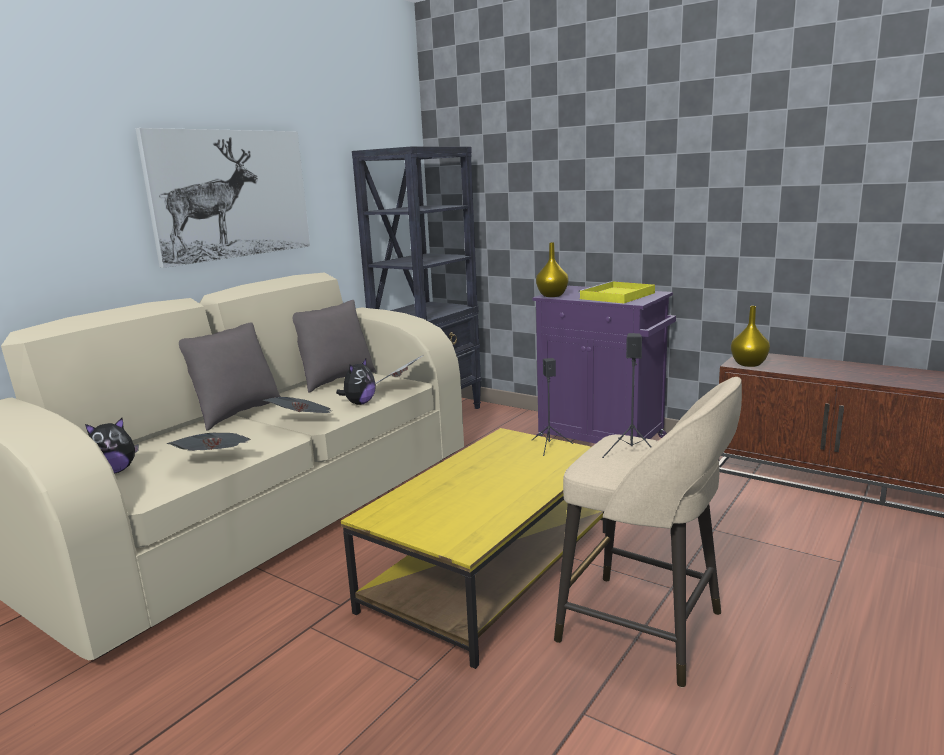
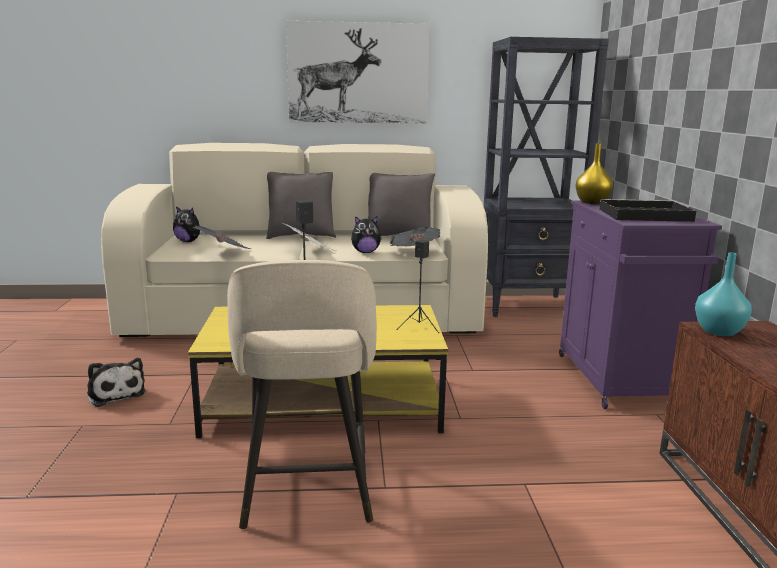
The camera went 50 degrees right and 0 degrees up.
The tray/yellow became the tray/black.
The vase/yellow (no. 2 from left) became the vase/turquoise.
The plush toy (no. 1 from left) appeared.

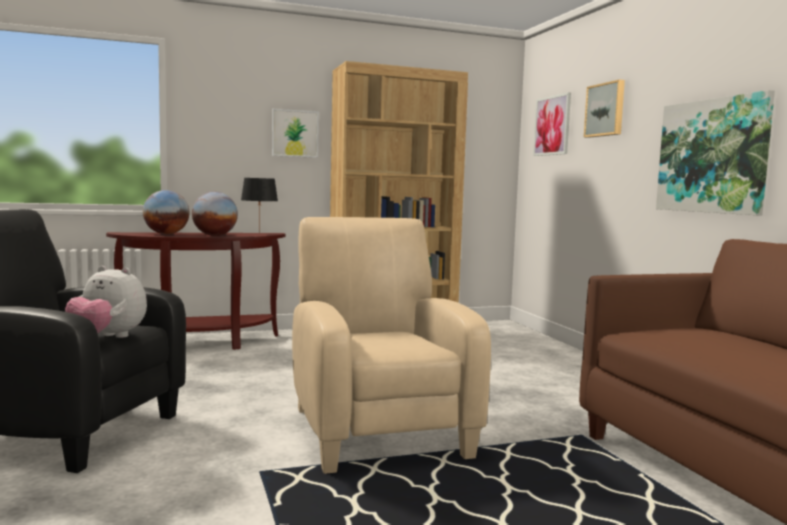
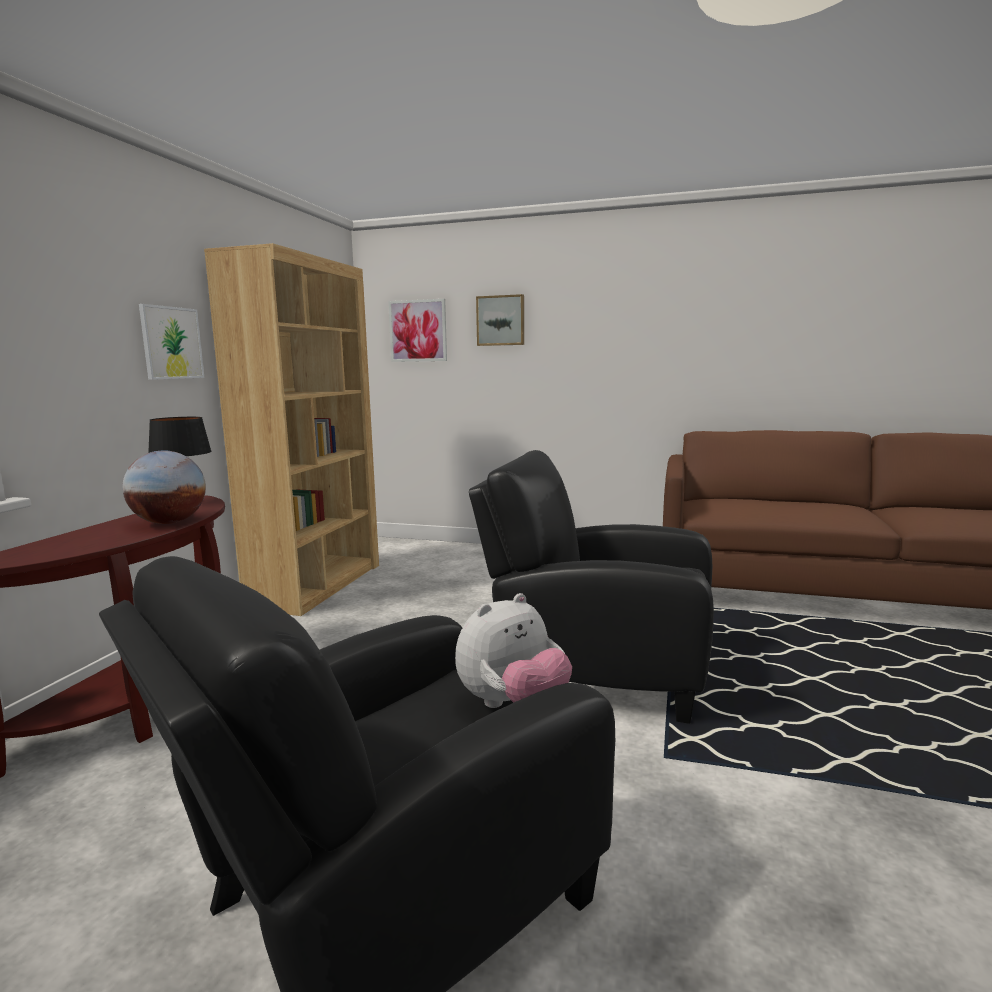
The camera went 55 degrees left and 5 degrees up.
The picture (no. 4 from left) disappeared.
The globe (no. 1 from left) disappeared.
The armchair/beige became the armchair/black (no. 2 from left).

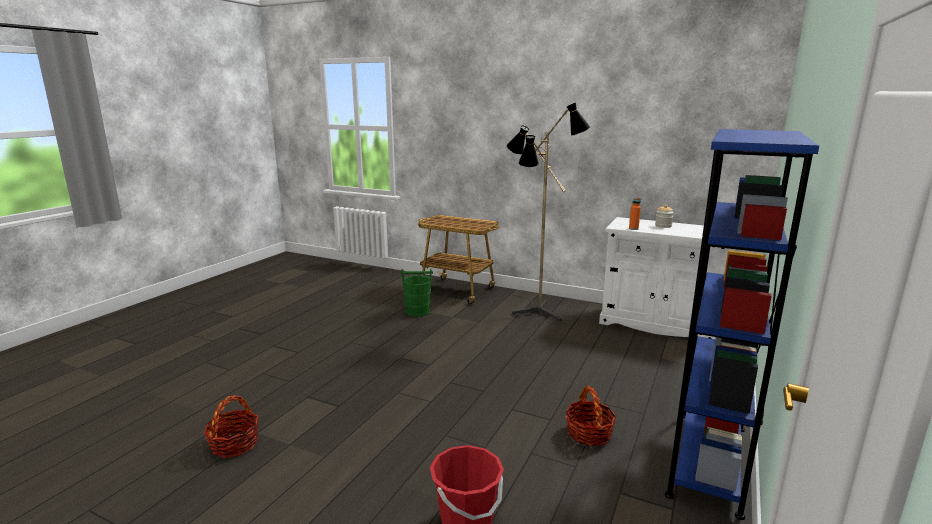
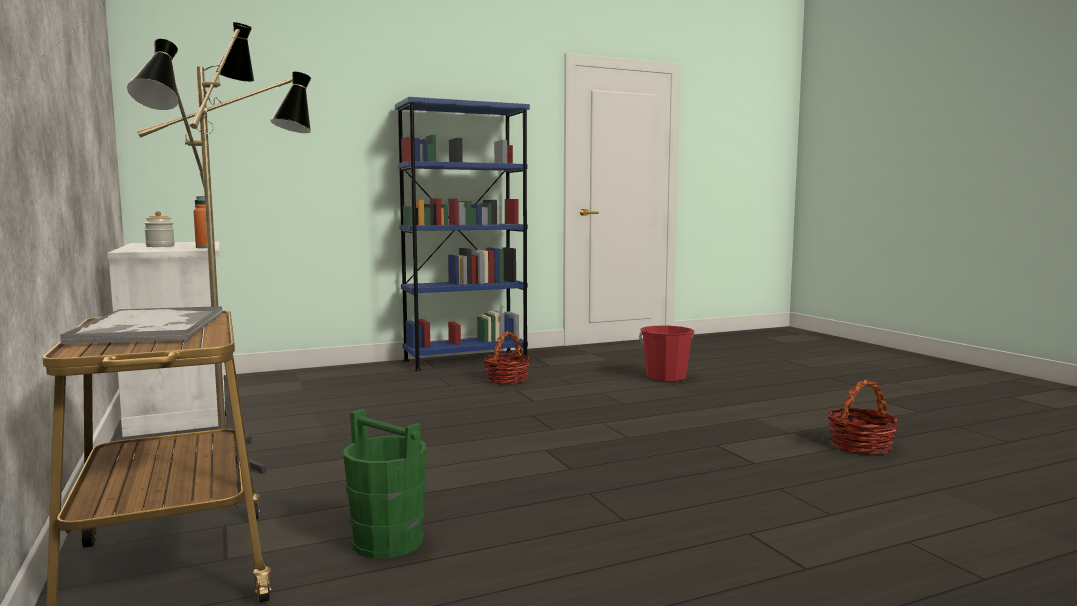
The camera went 140 degrees left and 10 degrees down.
The tray appeared.

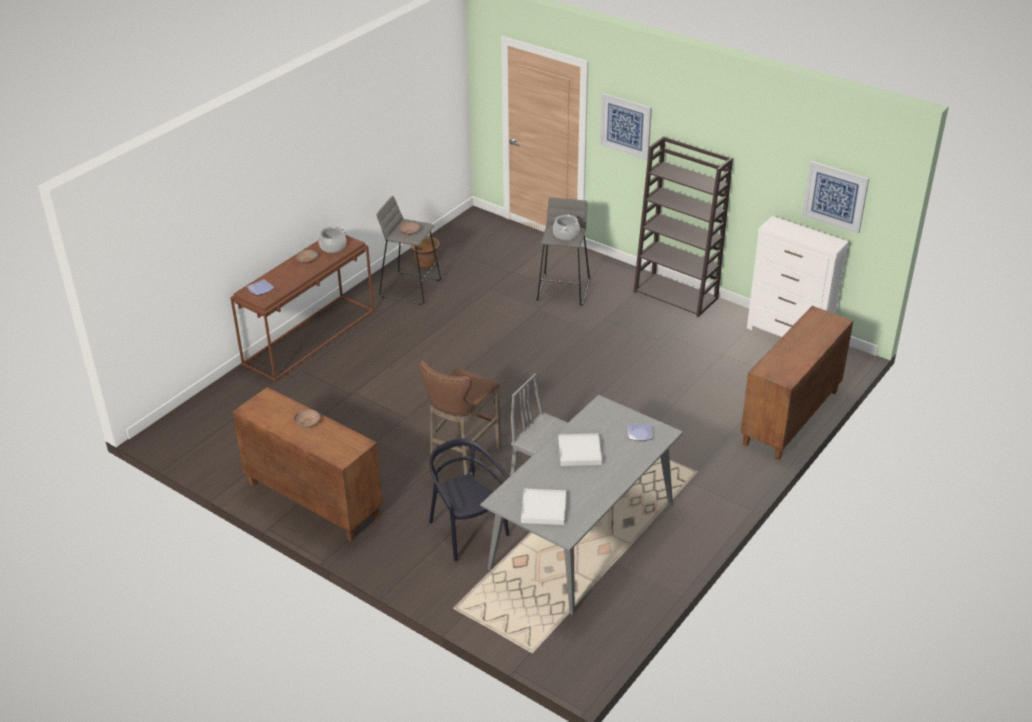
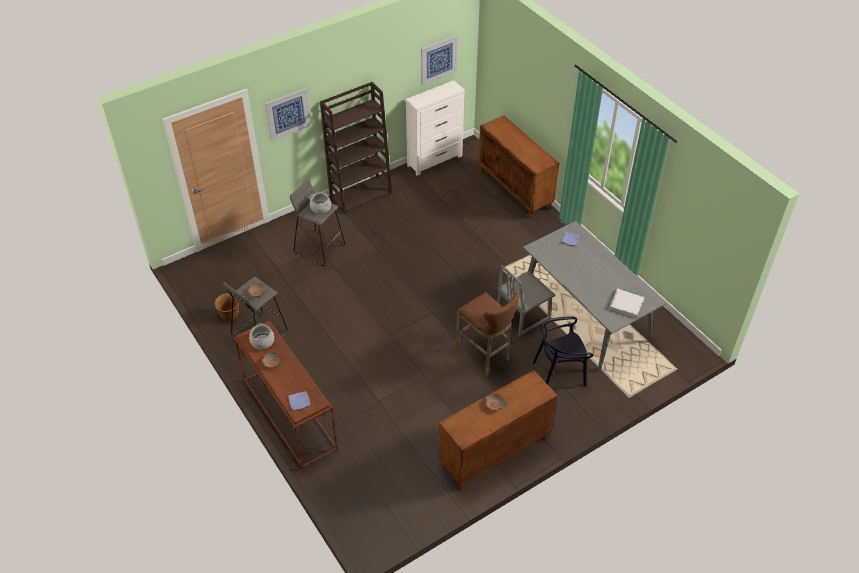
The camera went 70 degrees left and 10 degrees up.
The tray/white (no. 2 from left) disappeared.

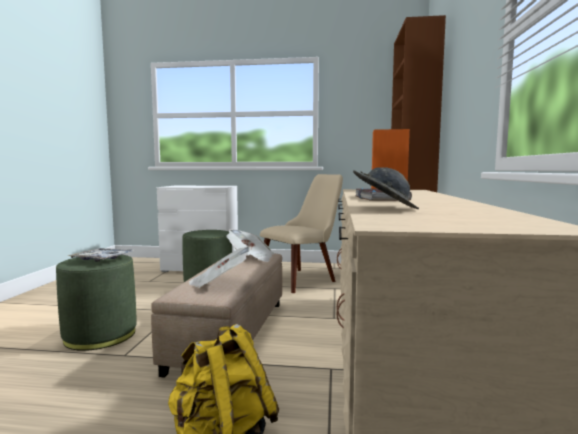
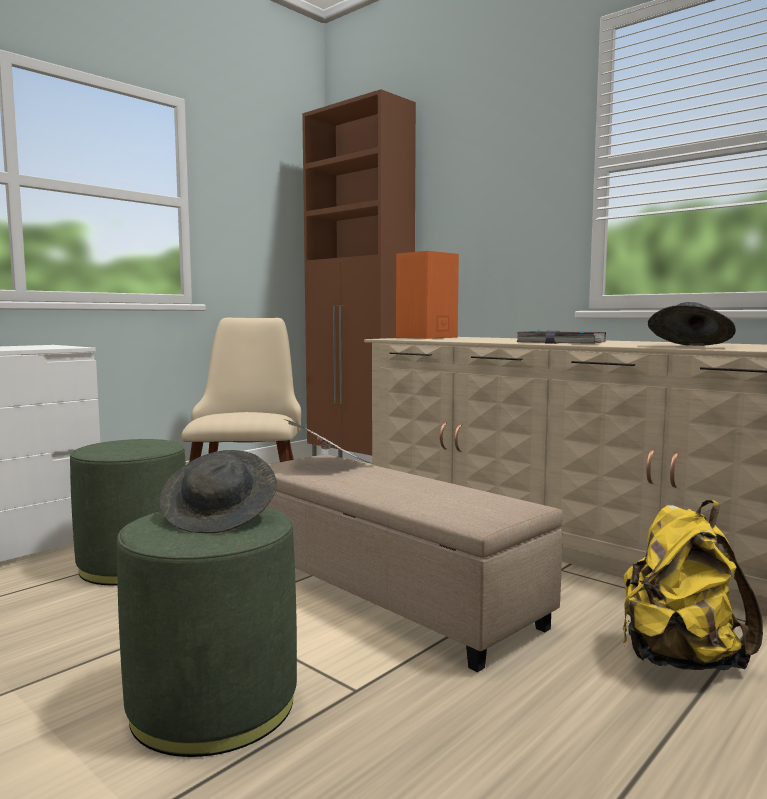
The camera went 55 degrees left and 0 degrees up.
The newspaper (no. 1 from left) disappeared.
The tray was replaced by the hat/grey (no. 1 from left).

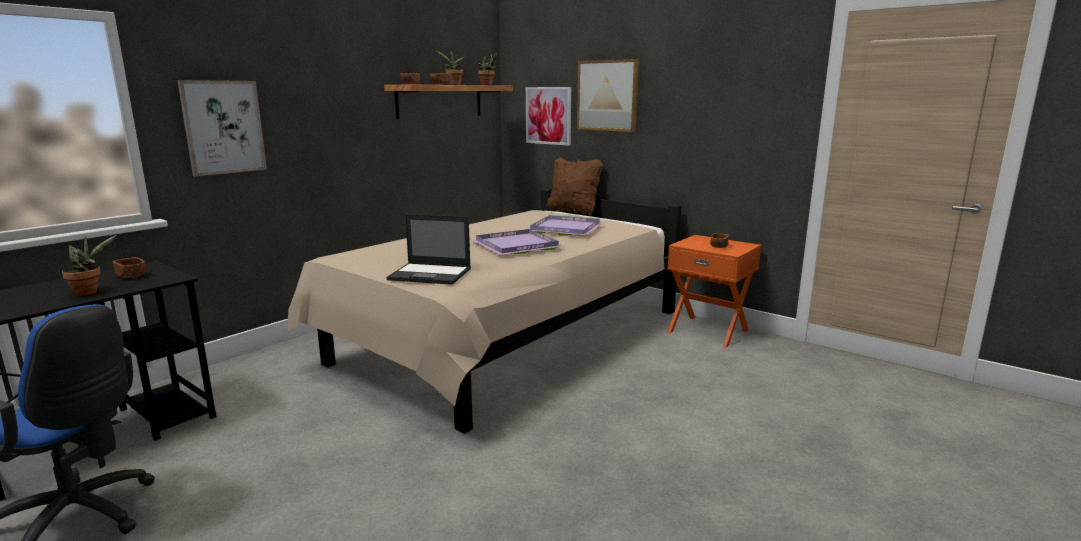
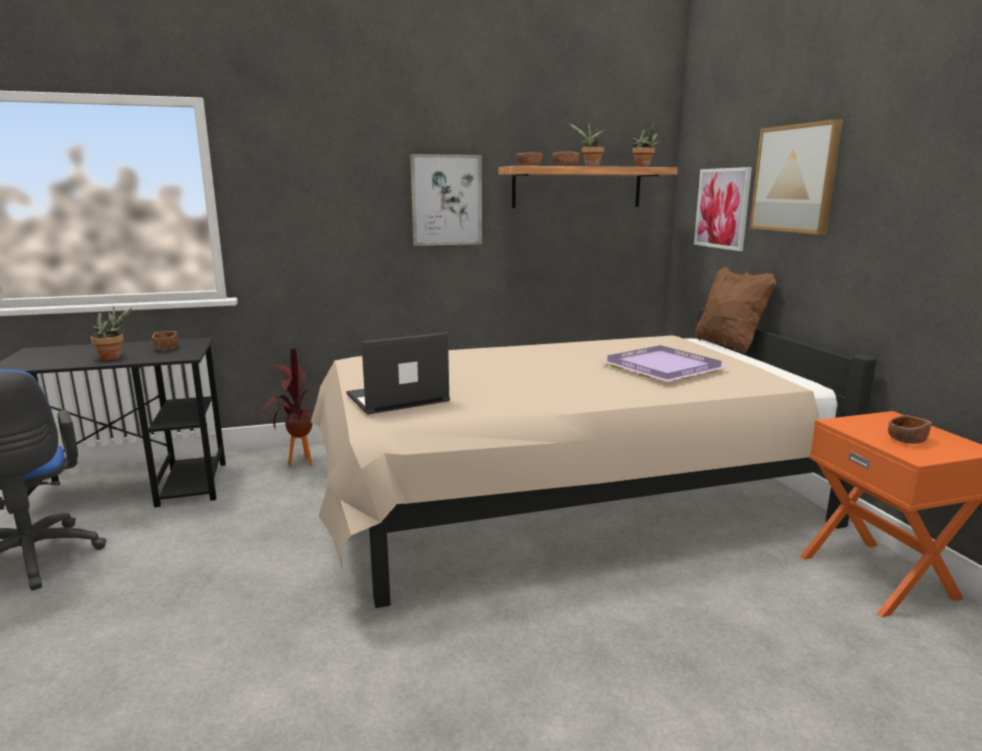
The camera went 35 degrees right and 0 degrees up.
The picture (no. 1 from left) moved.
The laptop turned 105 degrees clockwise.
The tray/purple (no. 1 from left) disappeared.
The potted plant (no. 2 from left) appeared.

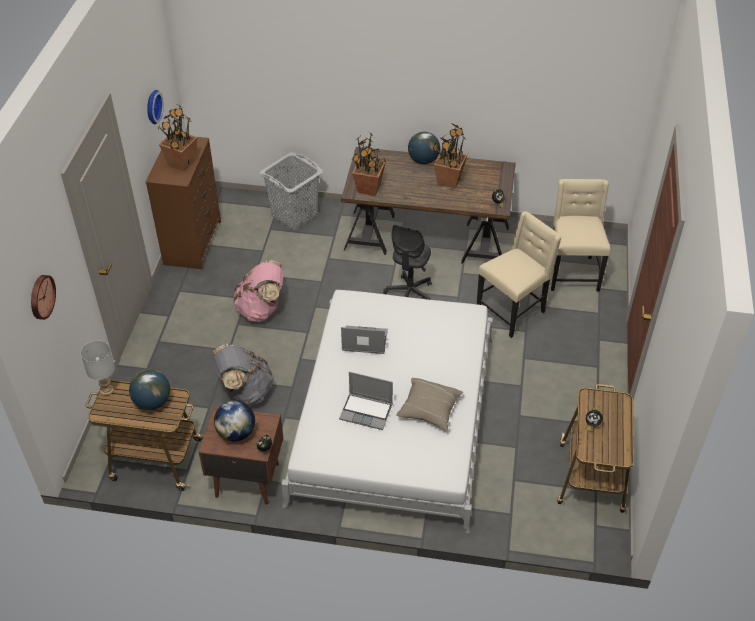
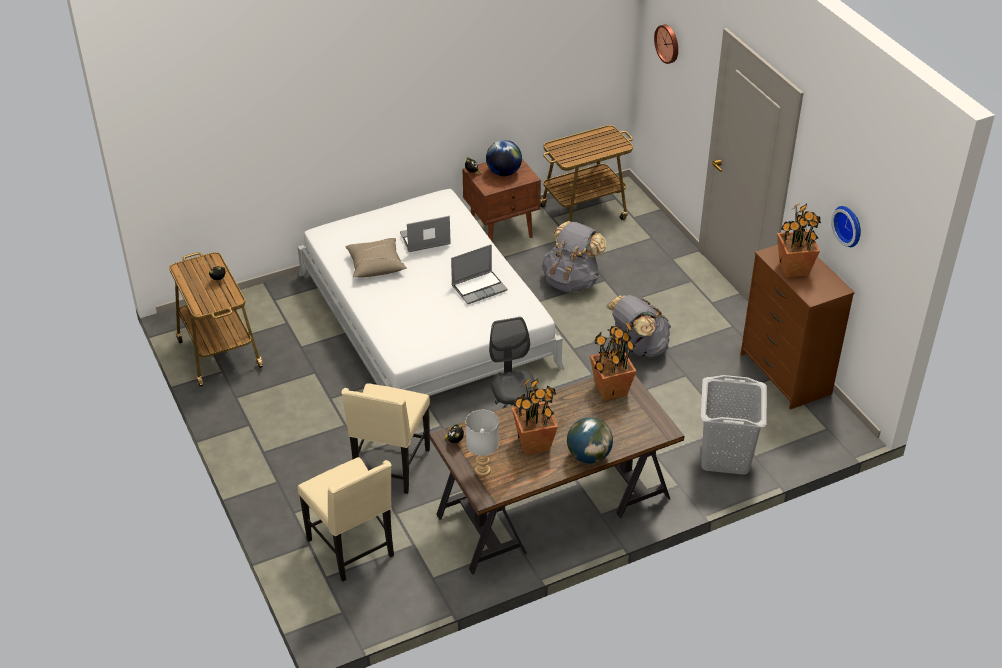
The camera went 145 degrees right and 5 degrees down.
The backpack/pink became the backpack/grey (no. 2 from left).
The table lamp/grey moved.
The globe (no. 1 from left) disappeared.

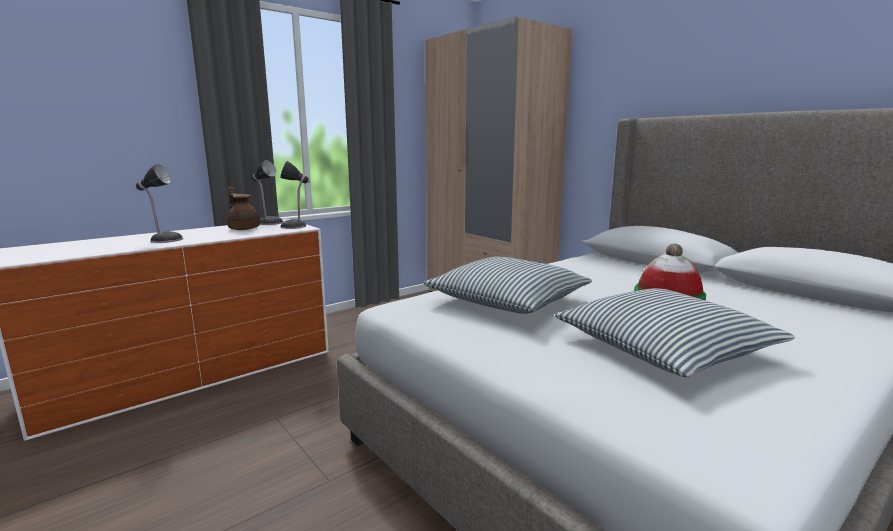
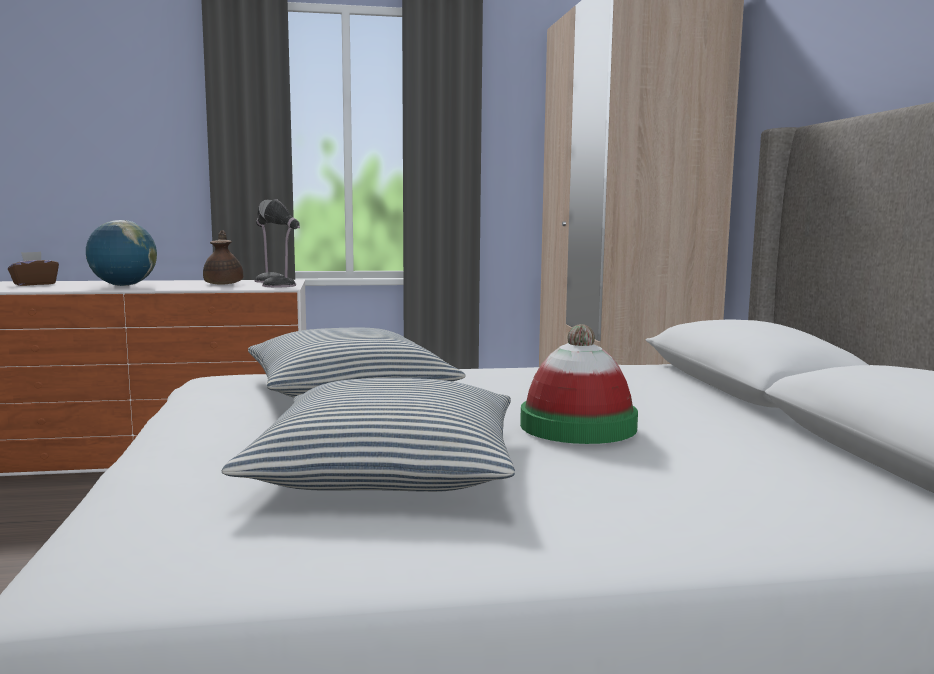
The camera went 30 degrees right and 5 degrees down.
The table lamp (no. 1 from left) was replaced by the globe.
The tissue box/brown appeared.

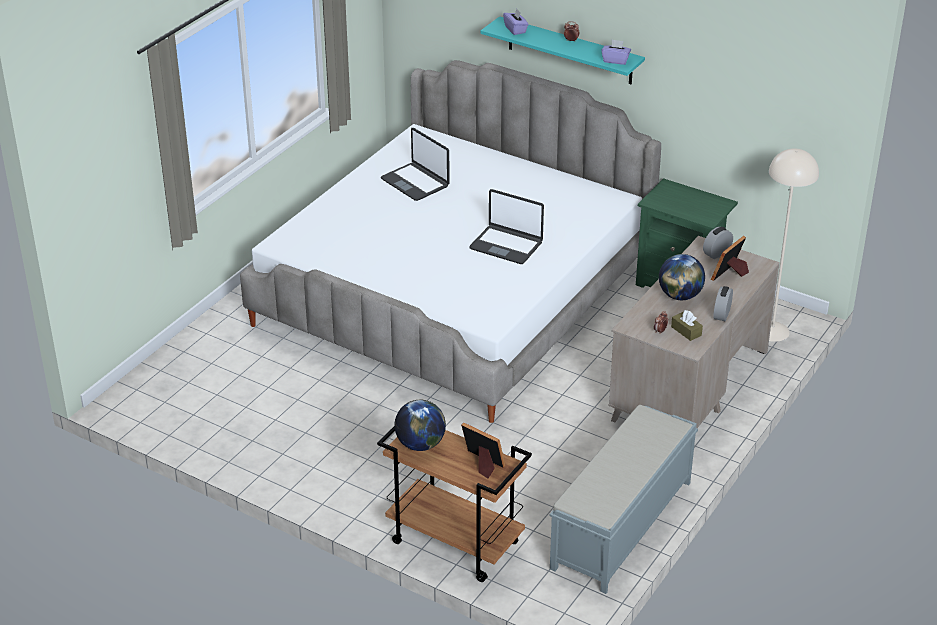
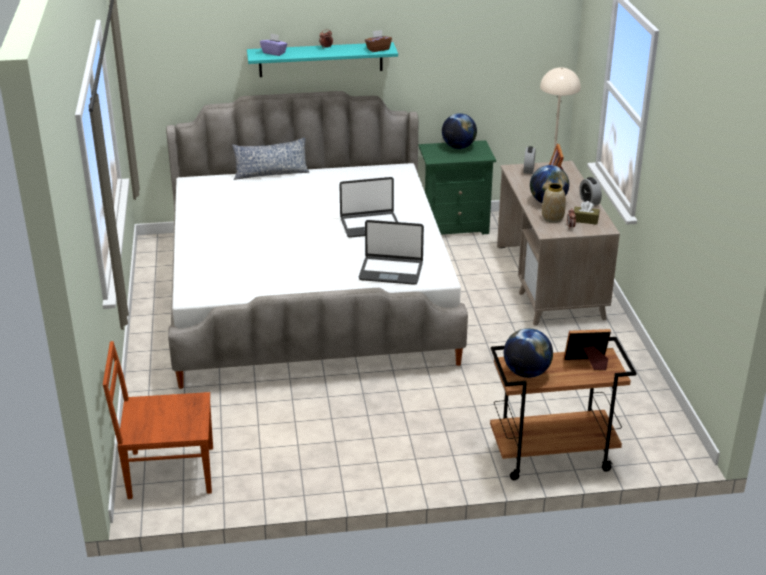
The camera went 40 degrees left and 5 degrees down.
The tissue box/purple (no. 2 from left) became the tissue box/brown (no. 1 from left).
The laptop (no. 1 from left in the first image) moved.
The bench/grey disappeared.
The globe (no. 1 from left) appeared.
The pillow appeared.
The vase appeared.
The chair/brown appeared.

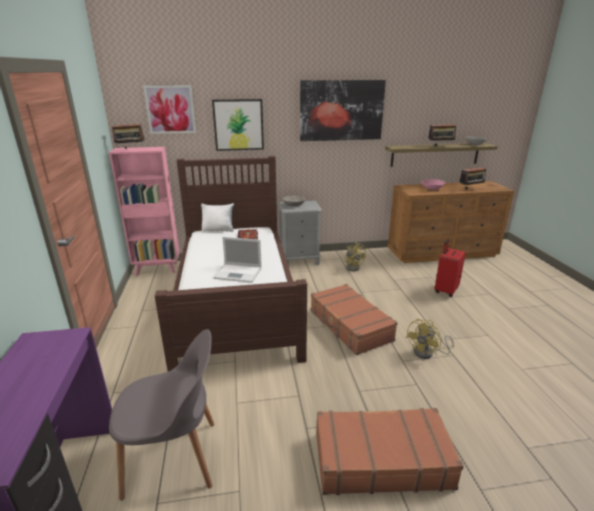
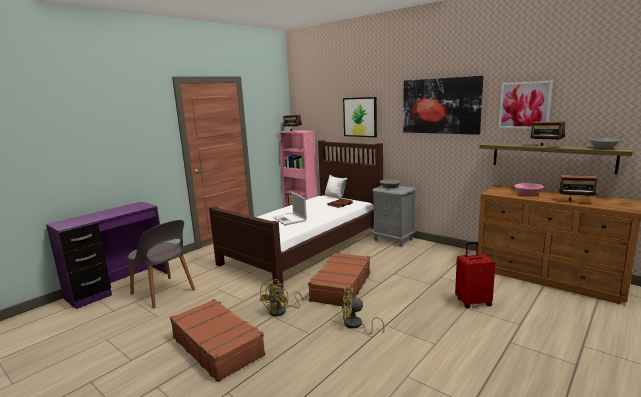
The camera went 50 degrees right and 10 degrees down.
The picture (no. 1 from left in the first image) moved.
The fan/yellow (no. 1 from left) moved.

